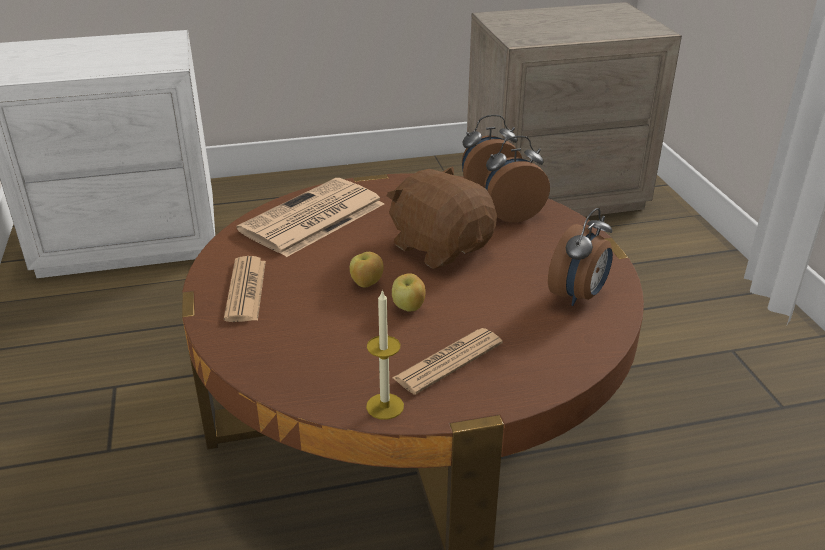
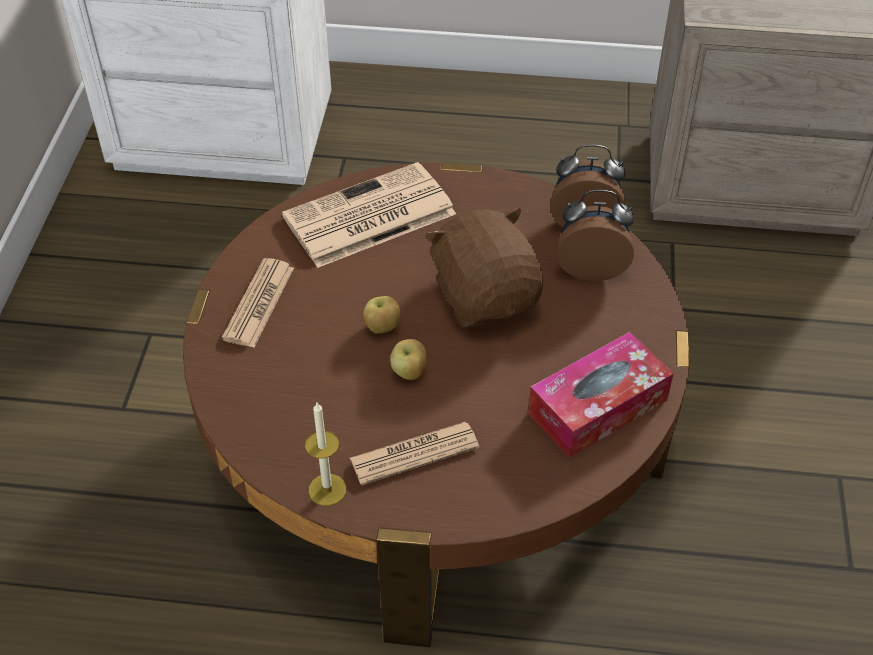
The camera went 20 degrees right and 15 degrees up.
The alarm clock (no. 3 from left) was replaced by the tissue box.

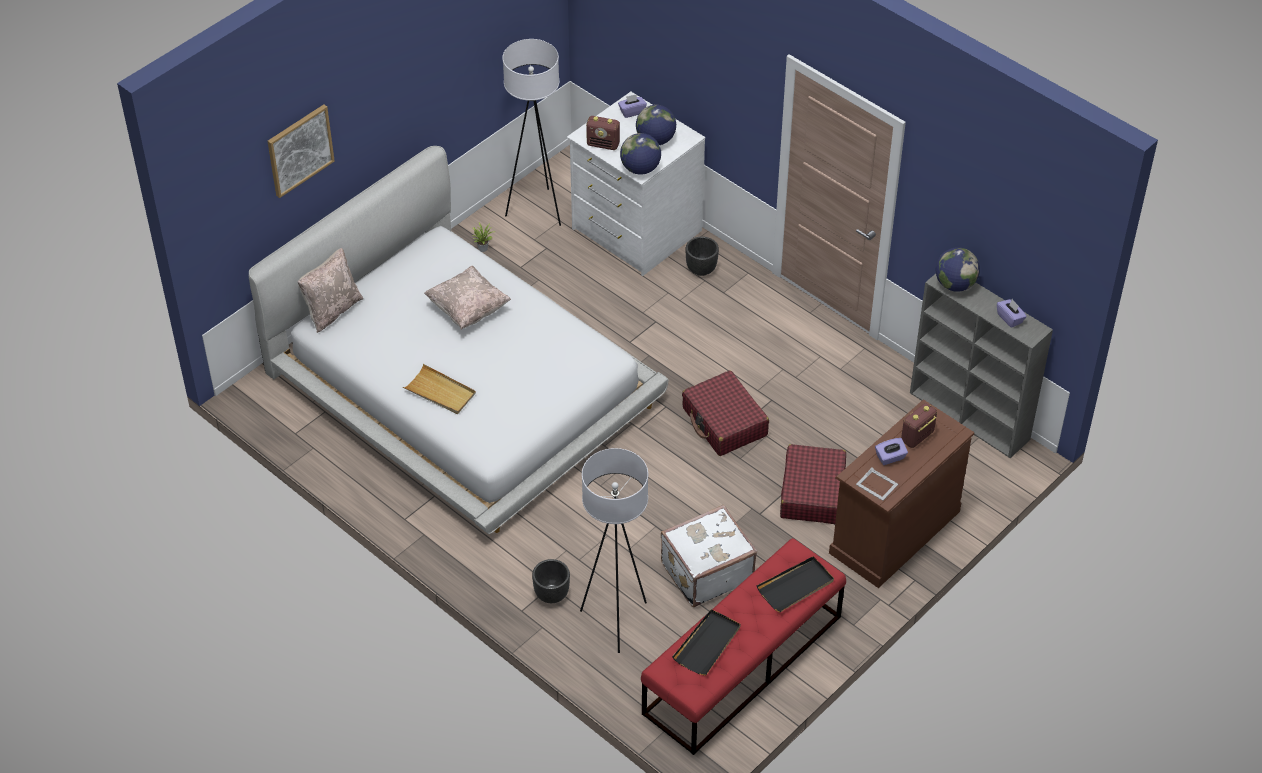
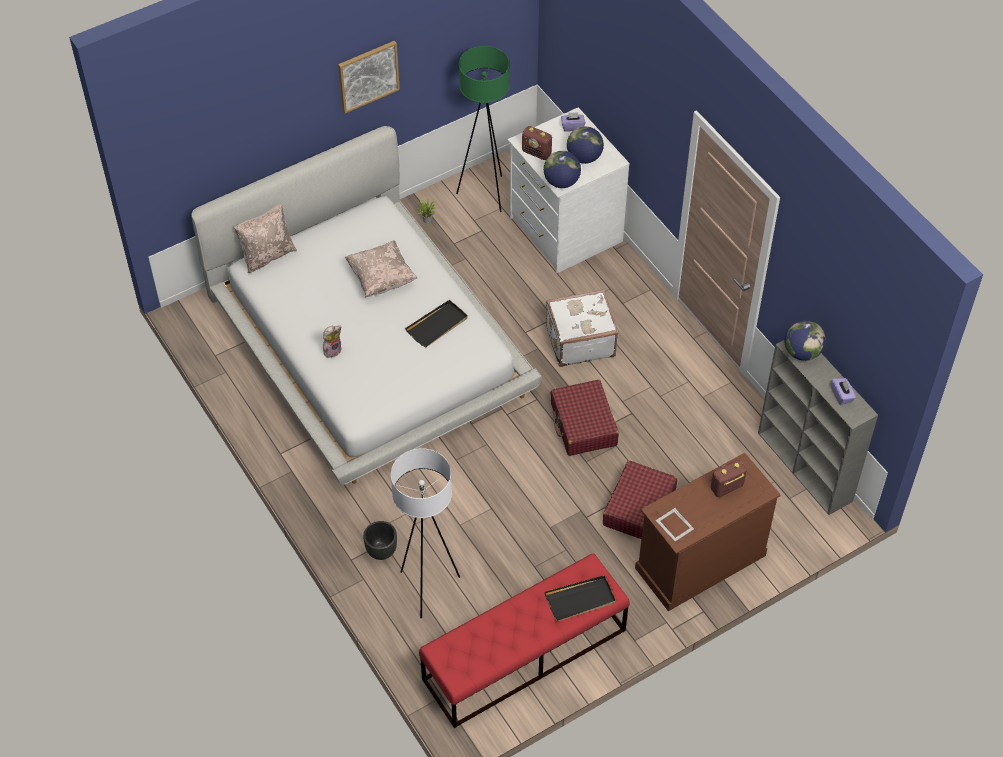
The camera went 15 degrees right and 5 degrees up.
The floor lamp/white (no. 1 from left) became the floor lamp/green.
The picture moved.
The planter/black (no. 2 from left) disappeared.
The tray/beige was replaced by the plush toy.
The tissue box/purple (no. 2 from left) disappeared.
The suitcase/white moved.
The tray/black (no. 1 from left) moved.

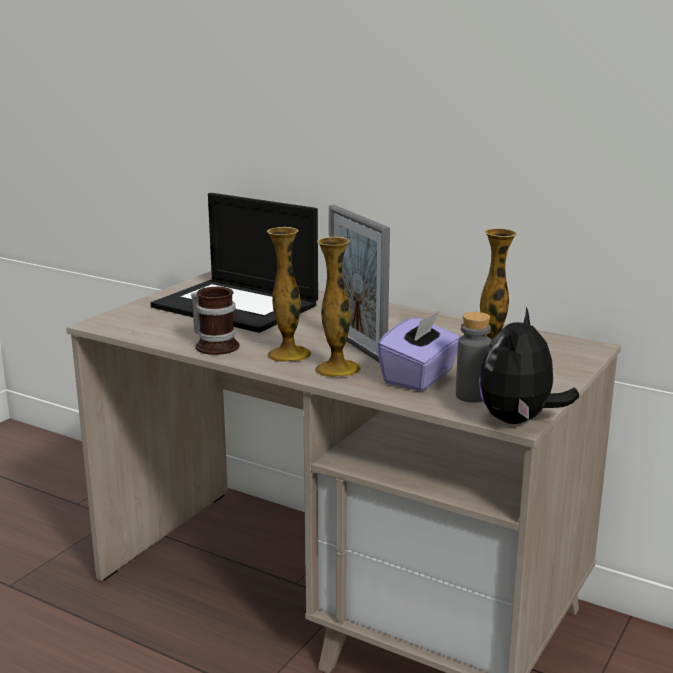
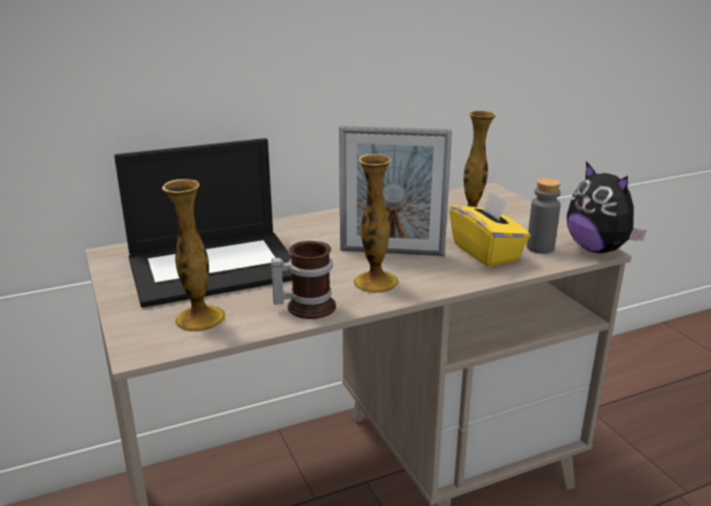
The camera went 55 degrees left and 5 degrees up.
The vase (no. 2 from left in the first image) moved.
The tissue box/purple became the tissue box/yellow.

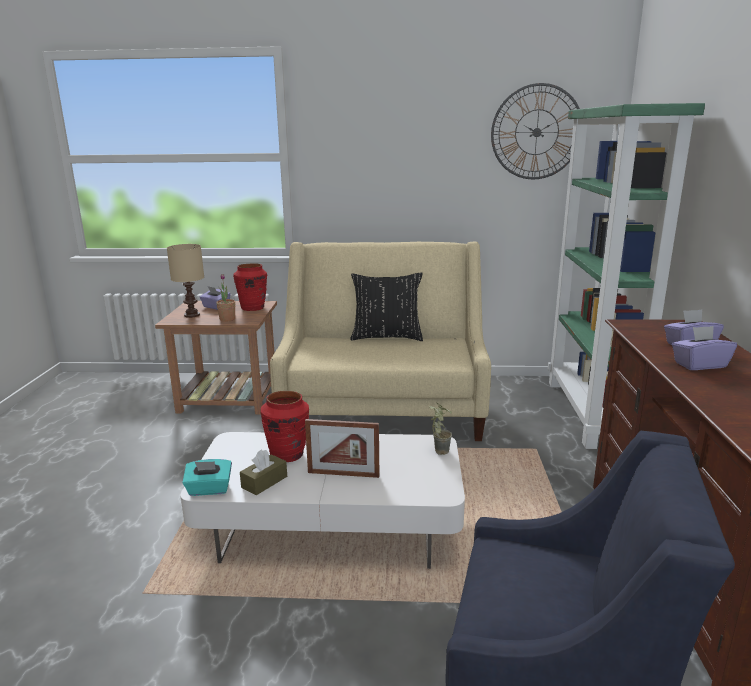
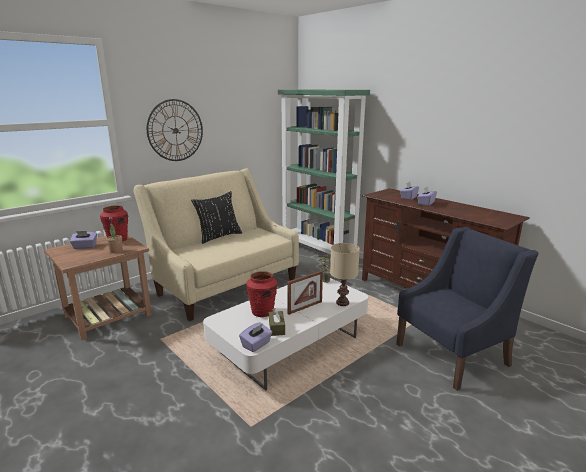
The camera went 45 degrees left and 0 degrees up.
The wall clock moved.
The table lamp/beige moved.
The tissue box/turquoise became the tissue box/purple (no. 2 from left).

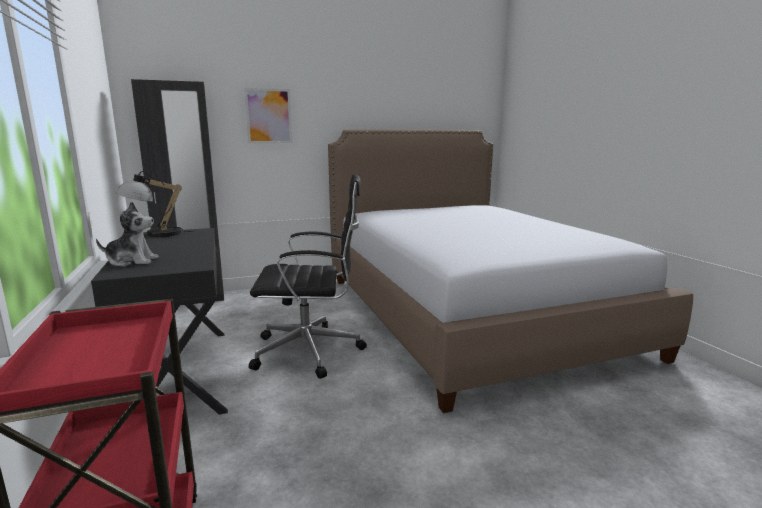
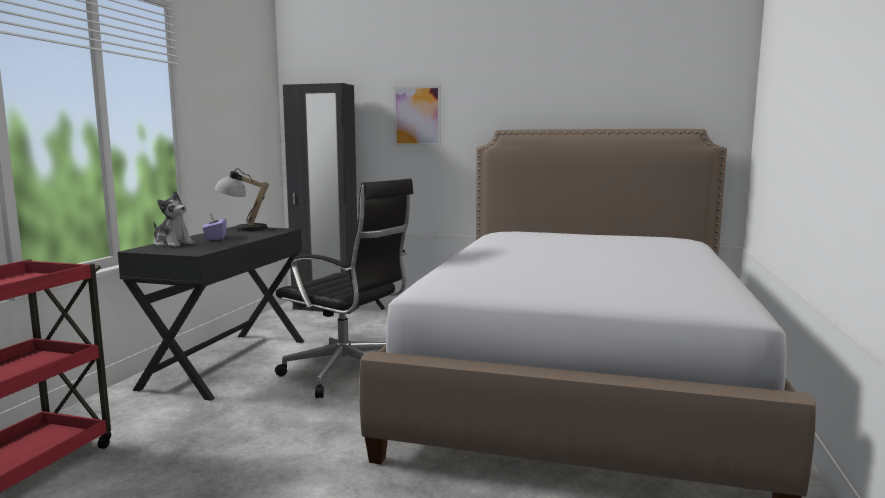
The camera went 35 degrees right and 5 degrees down.
The tissue box/purple appeared.

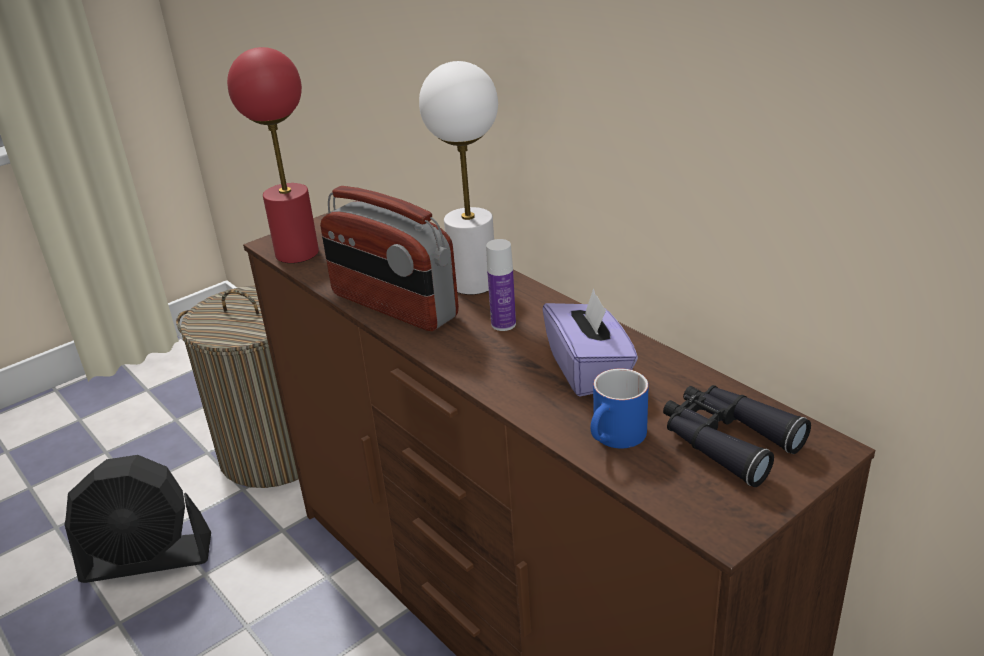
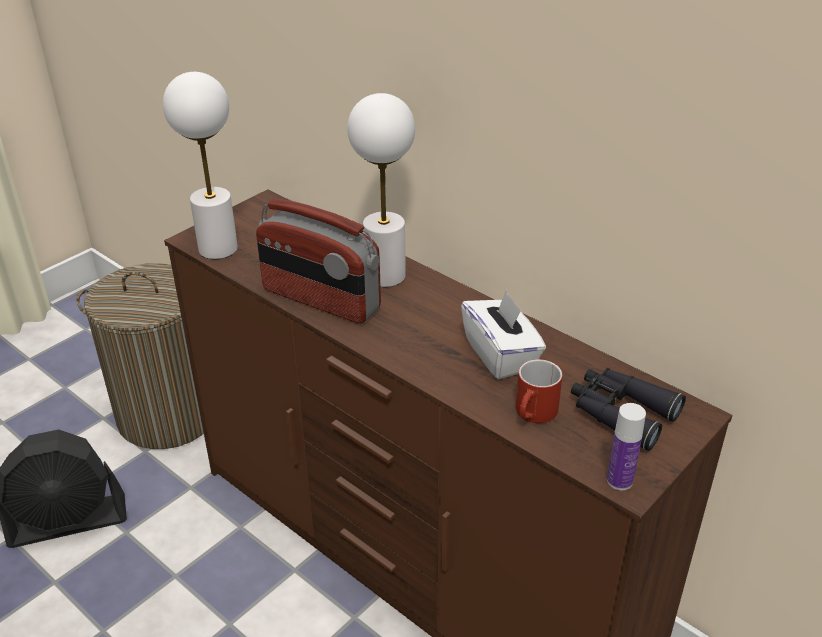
The camera went 10 degrees left and 5 degrees up.
The table lamp/red became the table lamp/white (no. 1 from left).
The bottle moved.
The tissue box/purple became the tissue box/white.
The mug/blue became the mug/red.

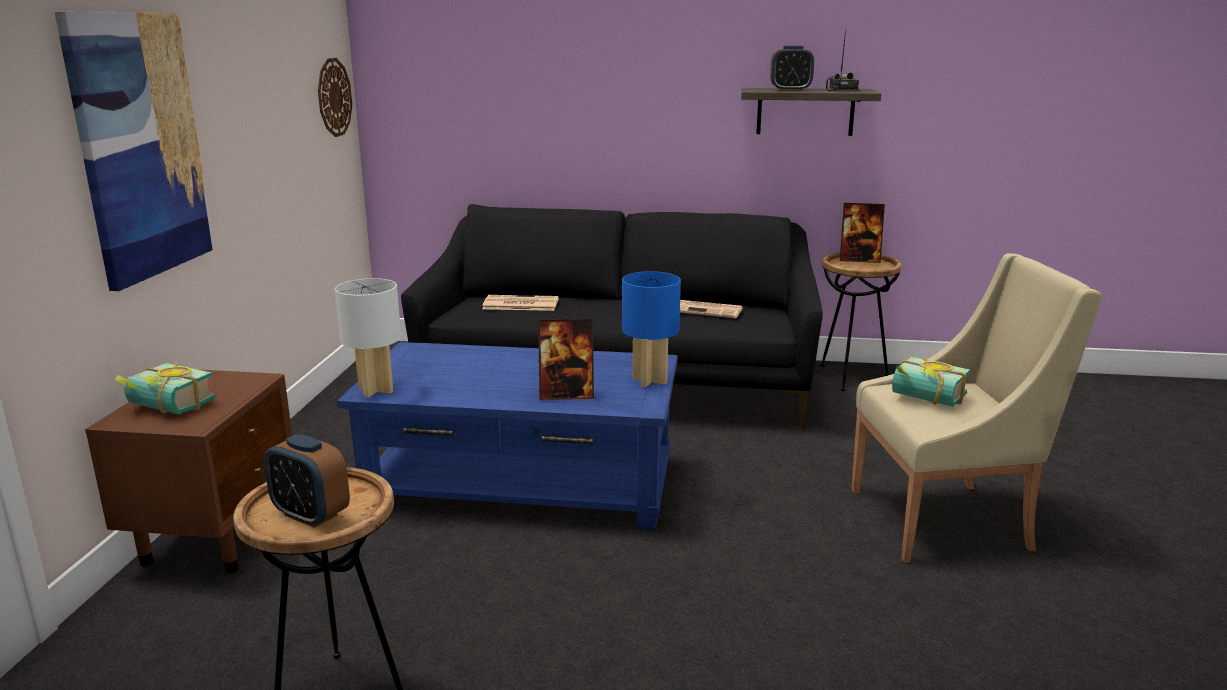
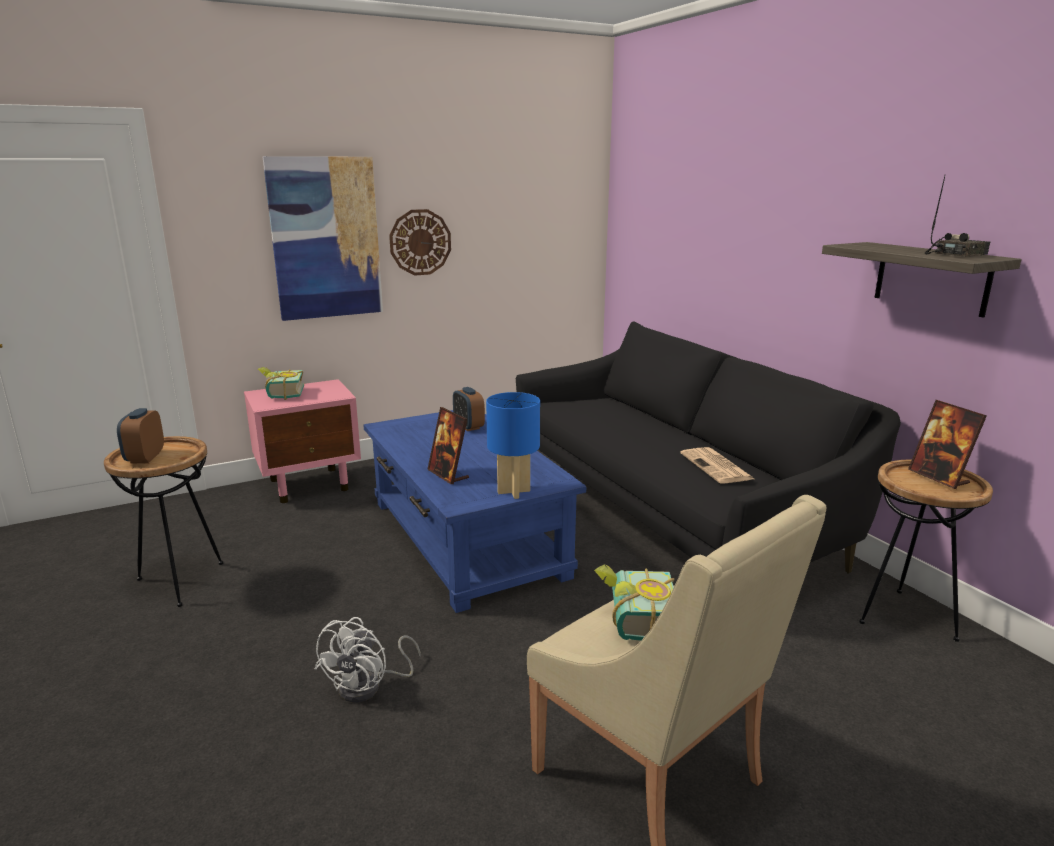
The camera went 55 degrees right and 0 degrees up.
The alarm clock (no. 2 from left) moved.
The wall clock moved.
The table lamp/white disappeared.
The newspaper (no. 1 from left) disappeared.
The nightstand/brown became the nightstand/pink.
The fan/white appeared.

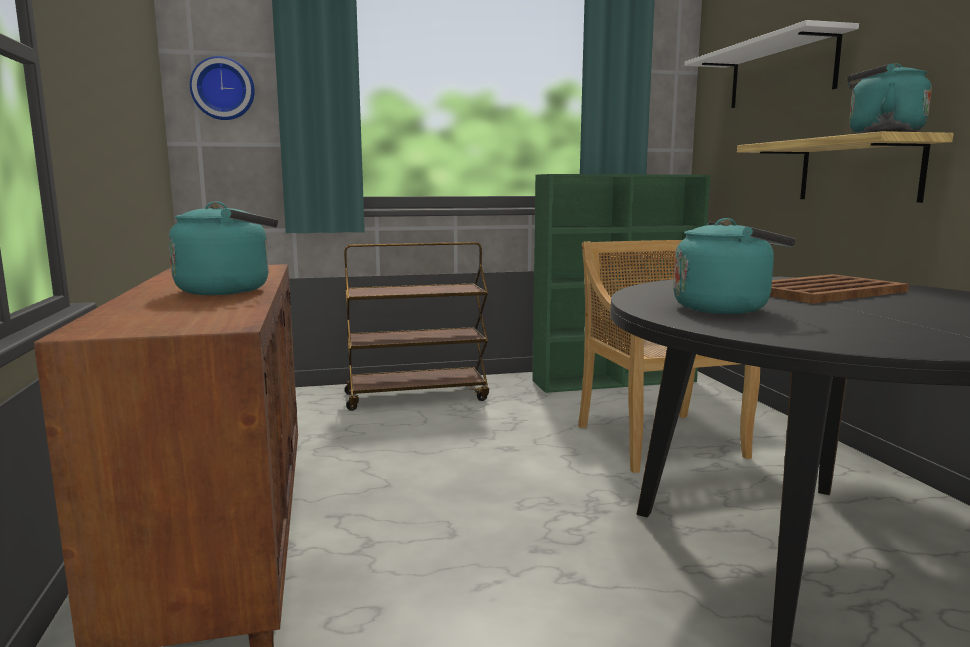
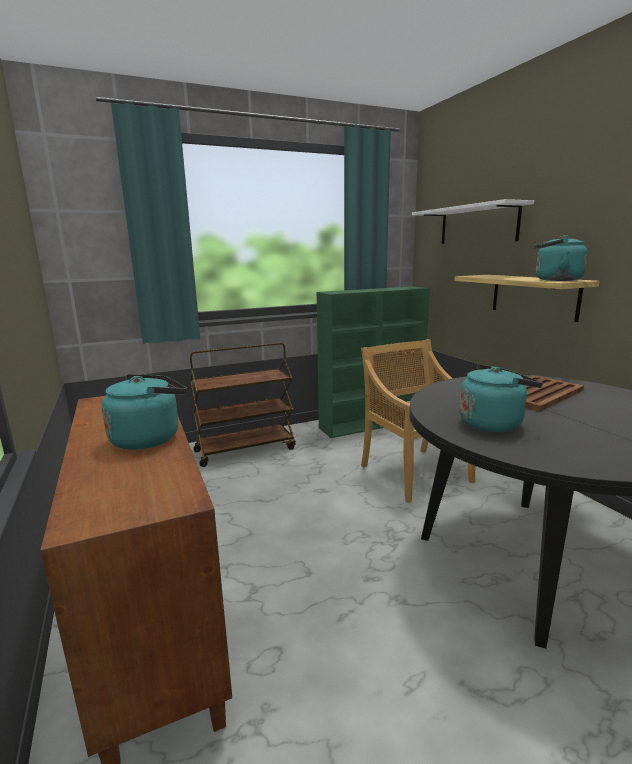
The camera went 10 degrees left and 5 degrees up.
The wall clock disappeared.

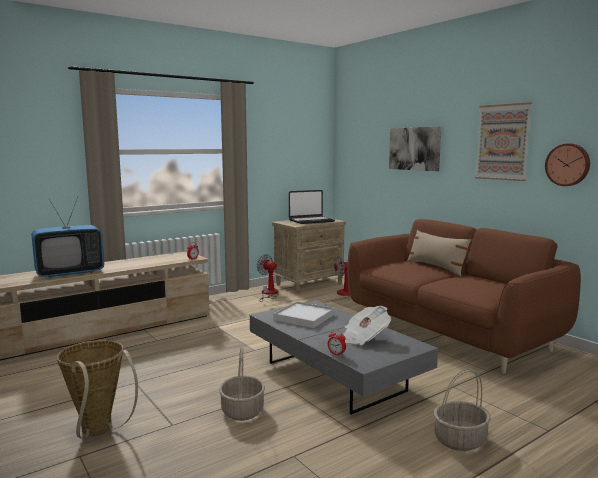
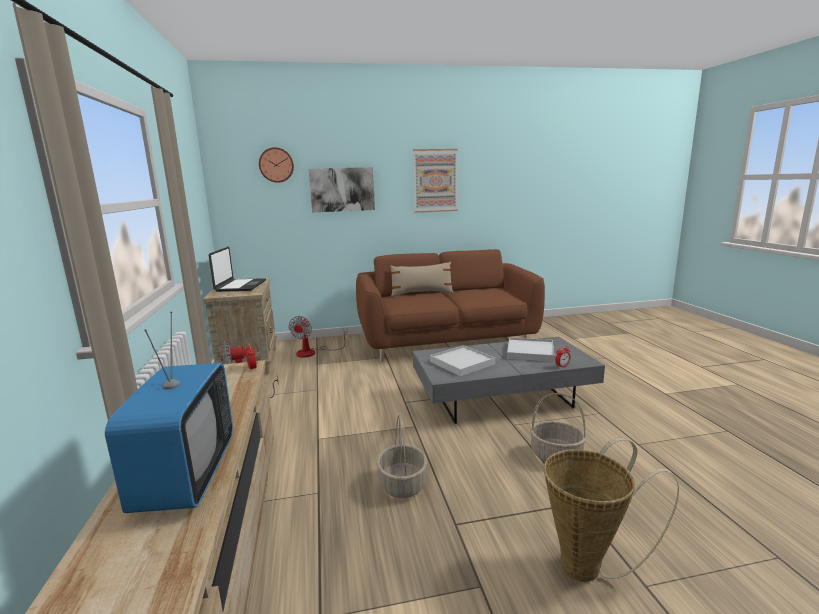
The camera went 65 degrees left and 5 degrees up.
The wall clock moved.
The newspaper was replaced by the tray/white (no. 2 from left).
The basket (no. 3 from left in the first image) moved.

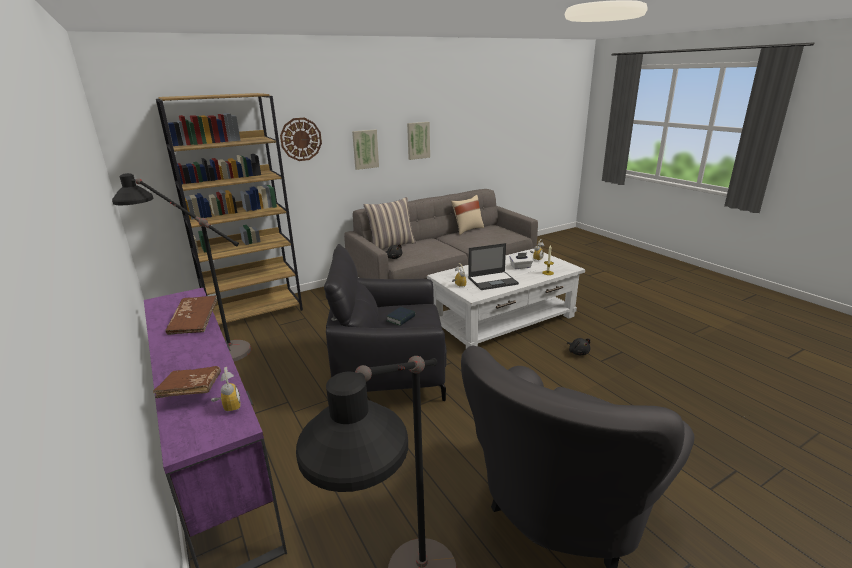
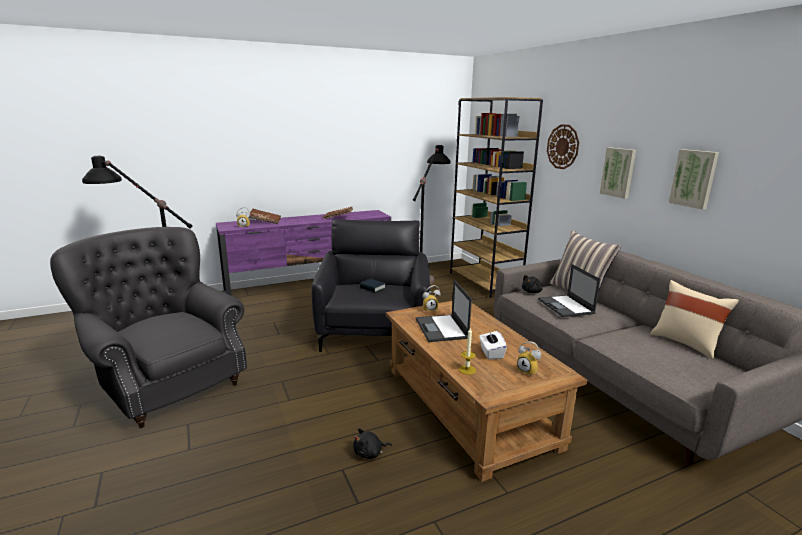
The camera went 95 degrees right and 5 degrees down.
The coffee table/white became the coffee table/brown.
The laptop (no. 2 from left) appeared.

